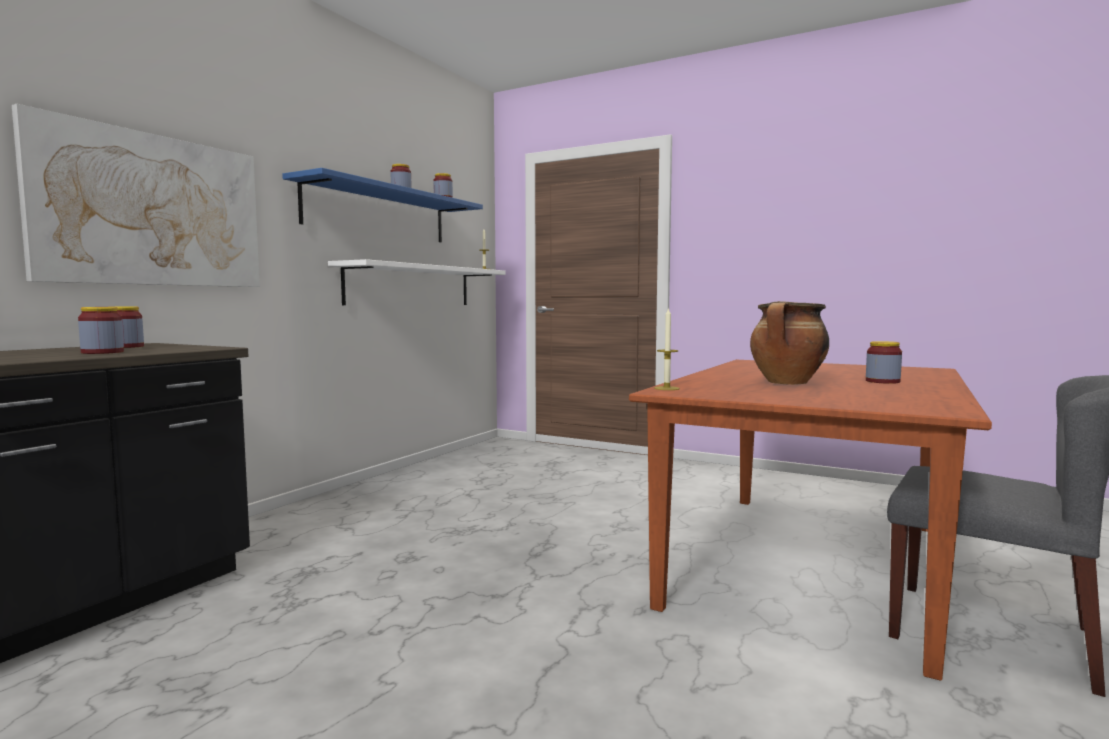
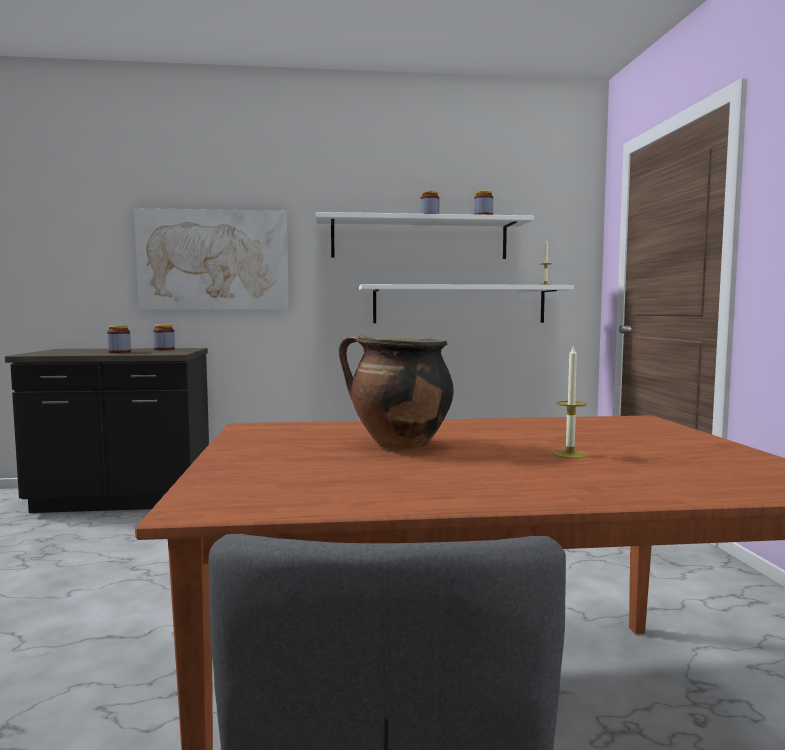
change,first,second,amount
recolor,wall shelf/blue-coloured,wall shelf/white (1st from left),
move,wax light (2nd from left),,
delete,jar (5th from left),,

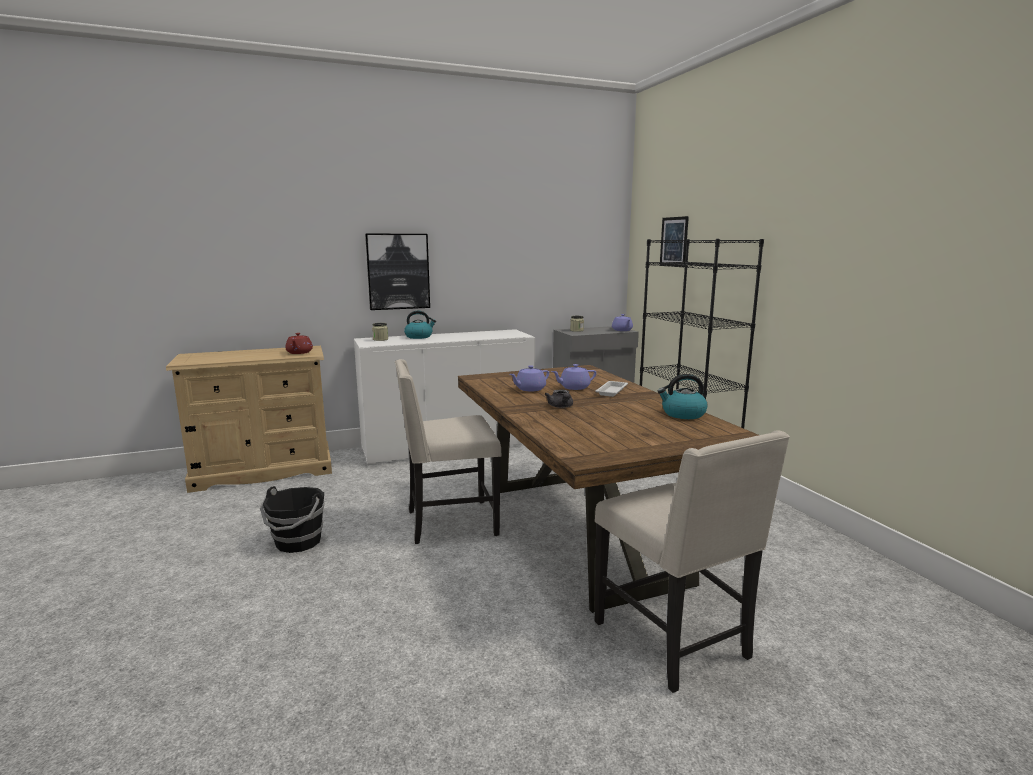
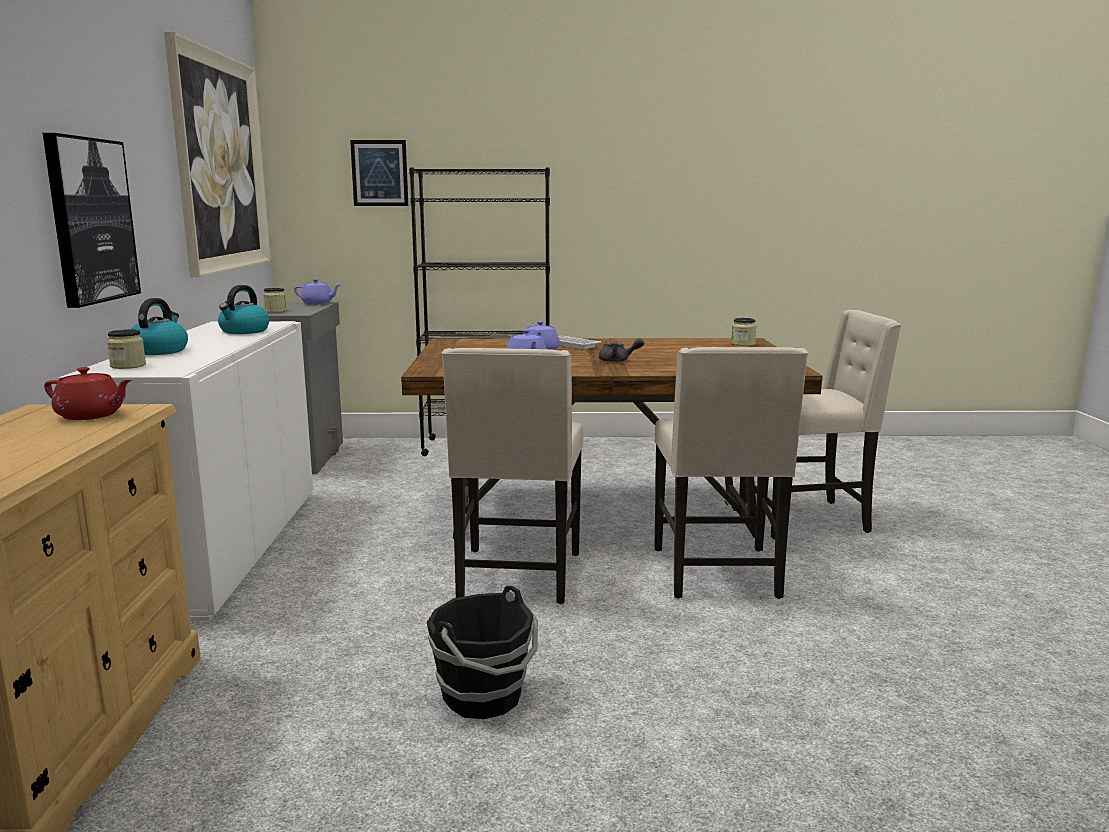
change,first,second,amount
move,tea kettle (2nd from left),,
insert,,wall picture (2nd from left),
insert,,chair/sand-coloured (2nd from left),
insert,,jar (3rd from left),

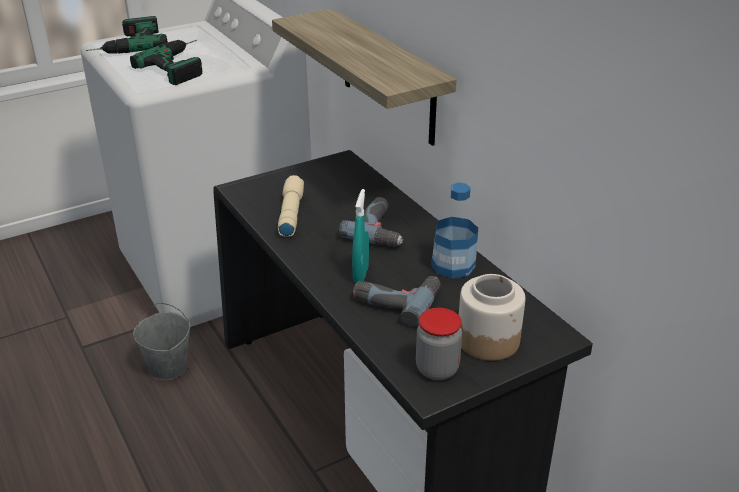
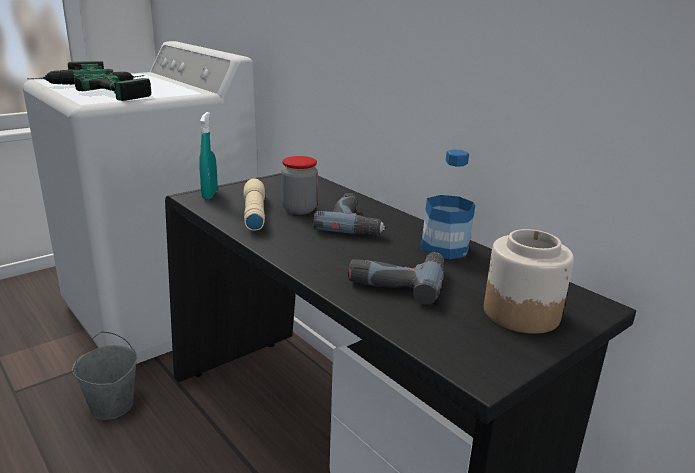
change,first,second,amount
delete,wall shelf,,
move,hand sprayer/turquoise-coloured,,
move,jar (1st from left),,

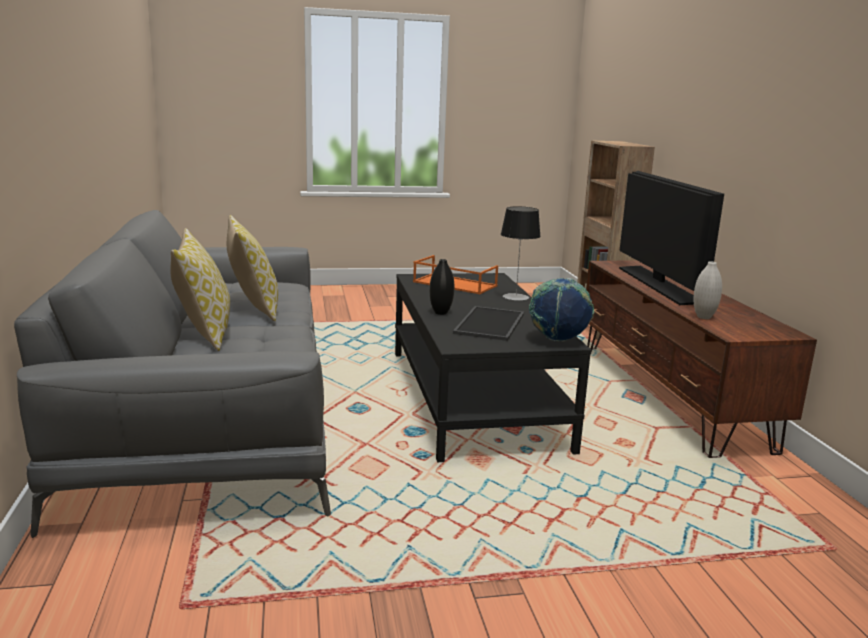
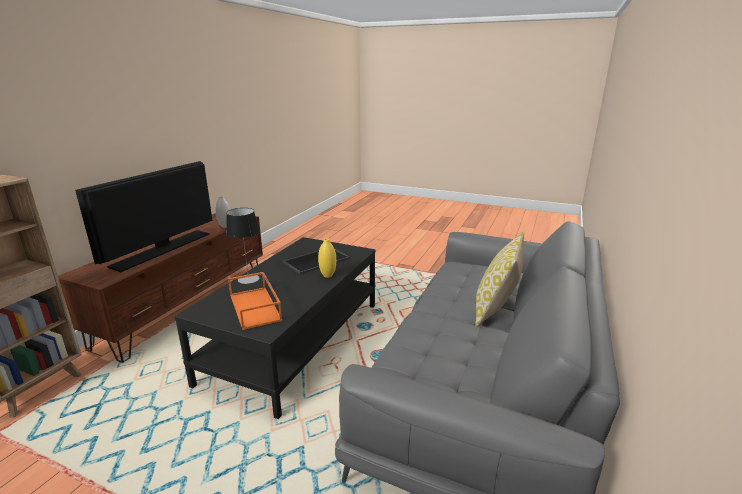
change,first,second,amount
delete,pillow (2nd from left),,
recolor,flower vase/black,flower vase/yellow-coloured,
delete,globe,,

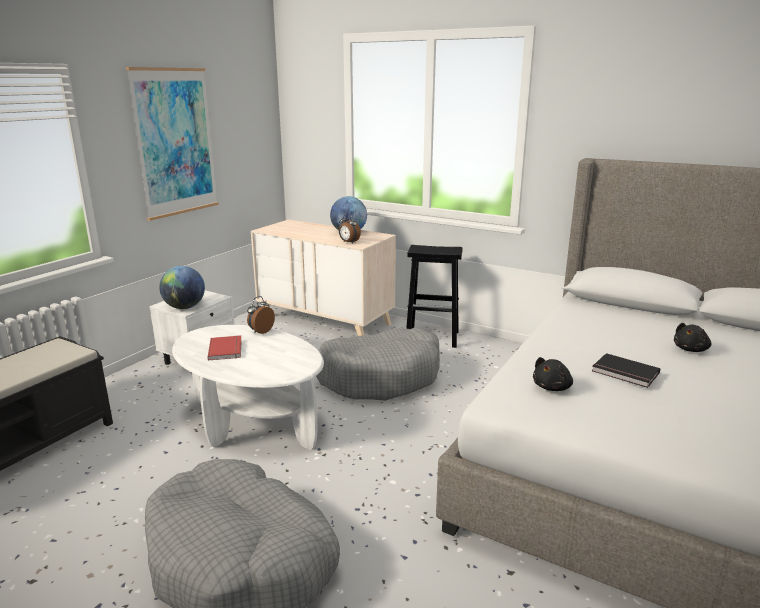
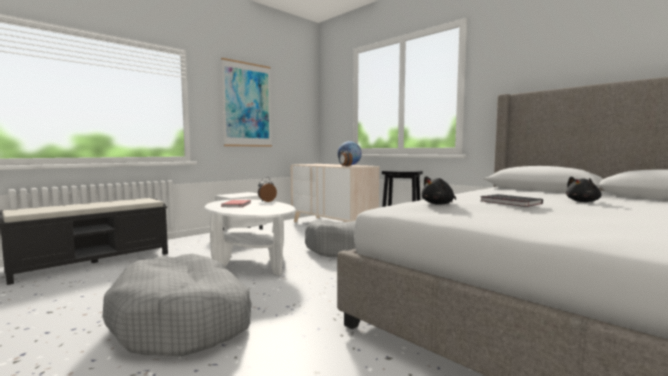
change,first,second,amount
delete,globe (1st from left),,

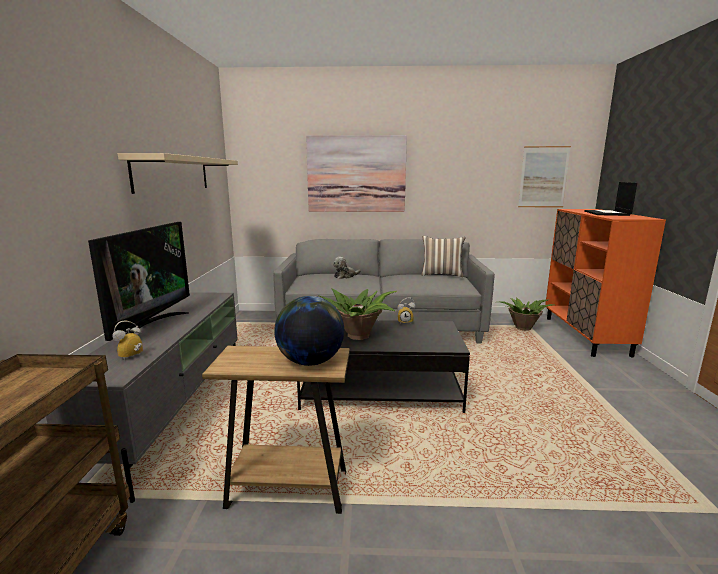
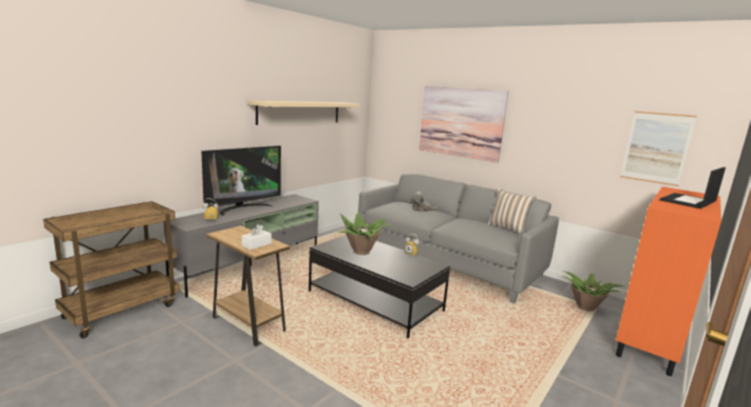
change,first,second,amount
replace,globe,tissue box/white,

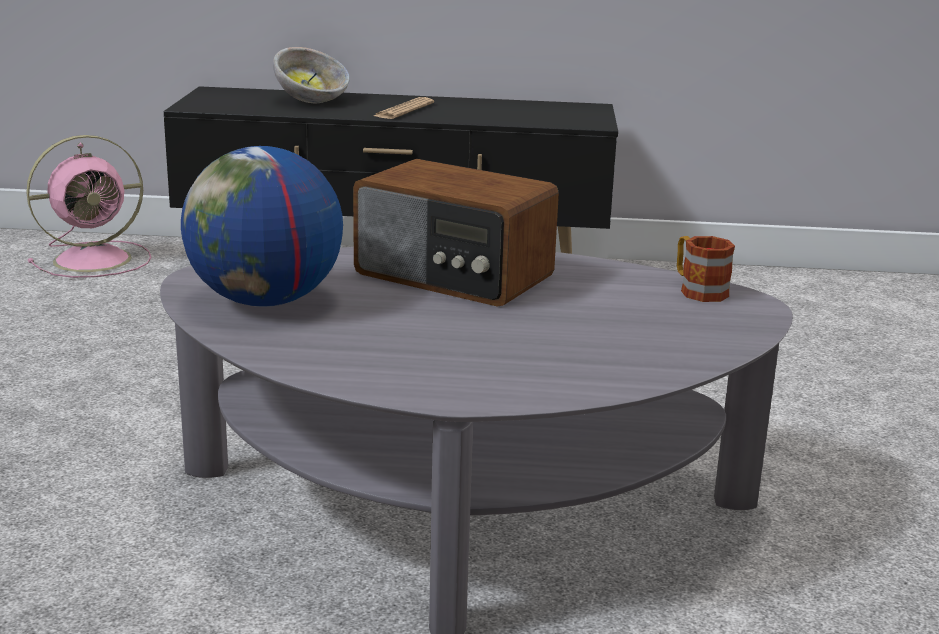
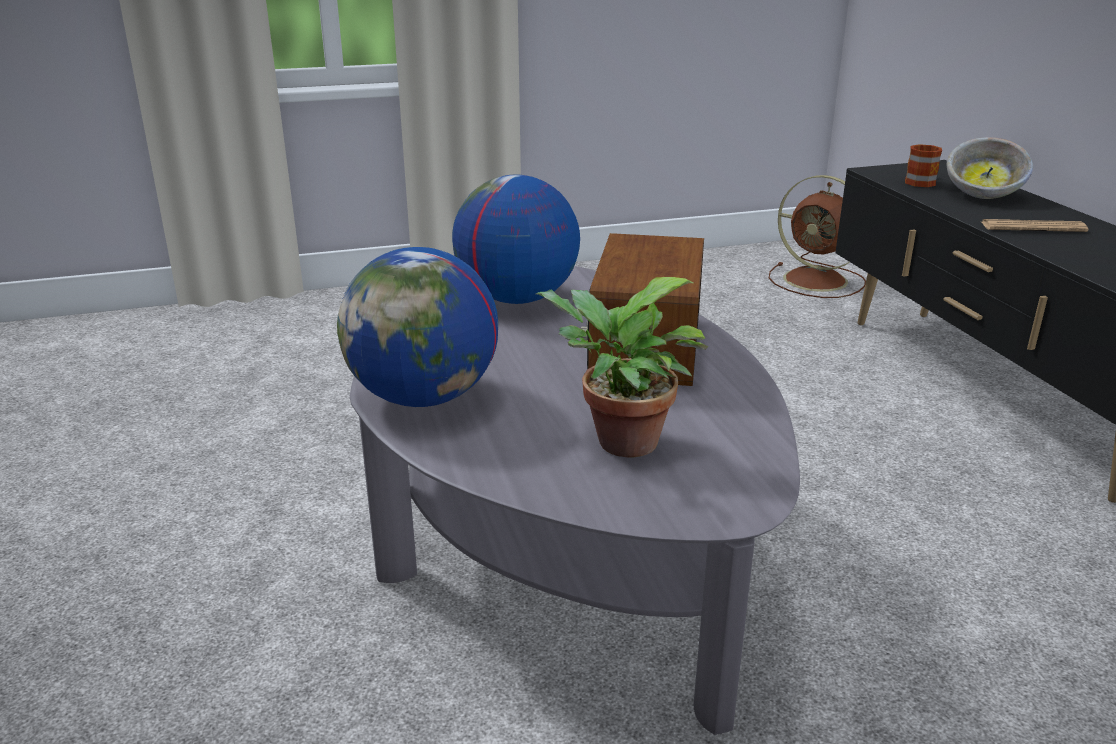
change,first,second,amount
recolor,cooling fan/pink-coloured,cooling fan/brownish,
move,mug,,
insert,,globe (1st from left),
insert,,plant in a pot,

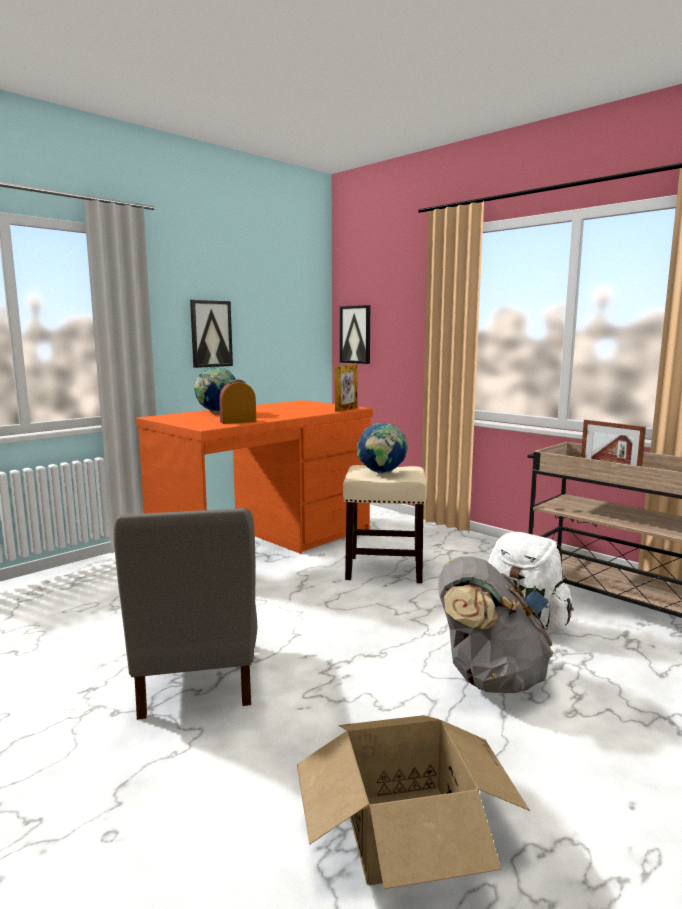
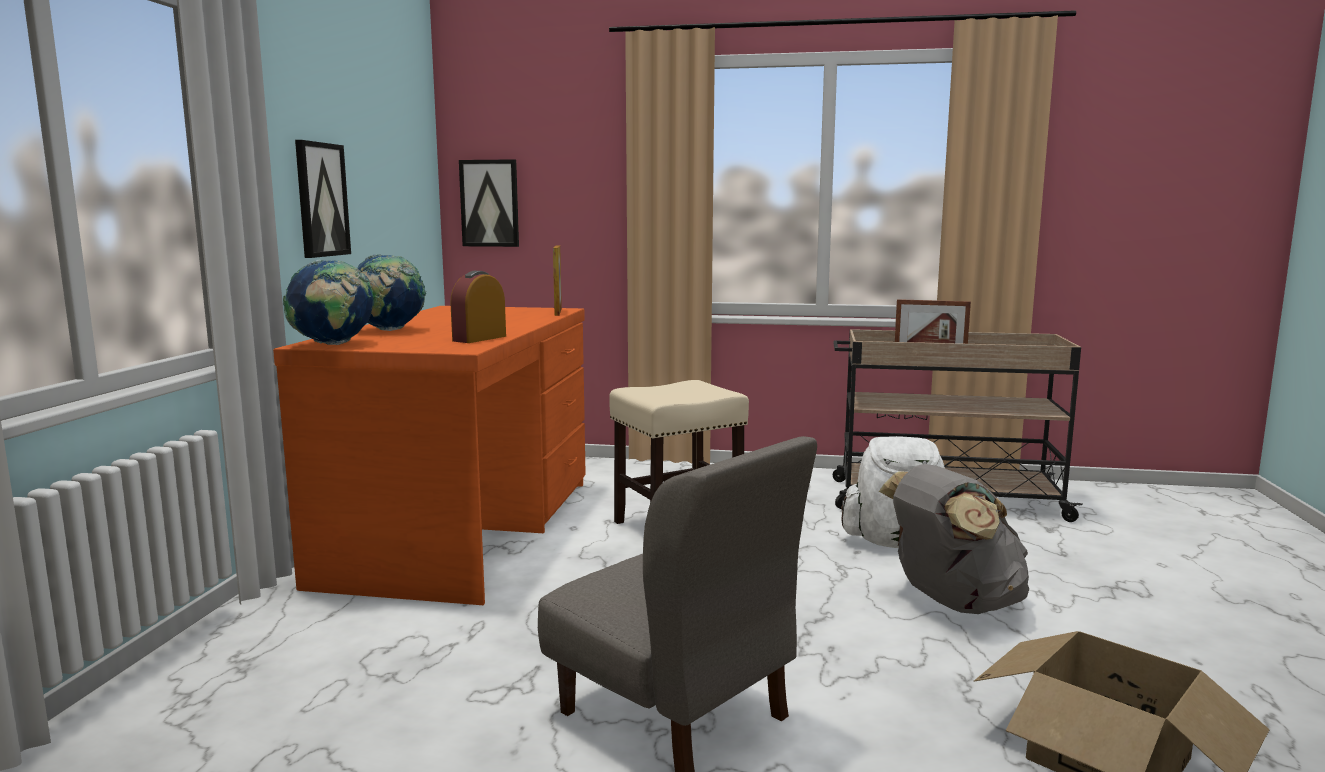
change,first,second,amount
move,globe (2nd from left in the first image),globe (1st from left),

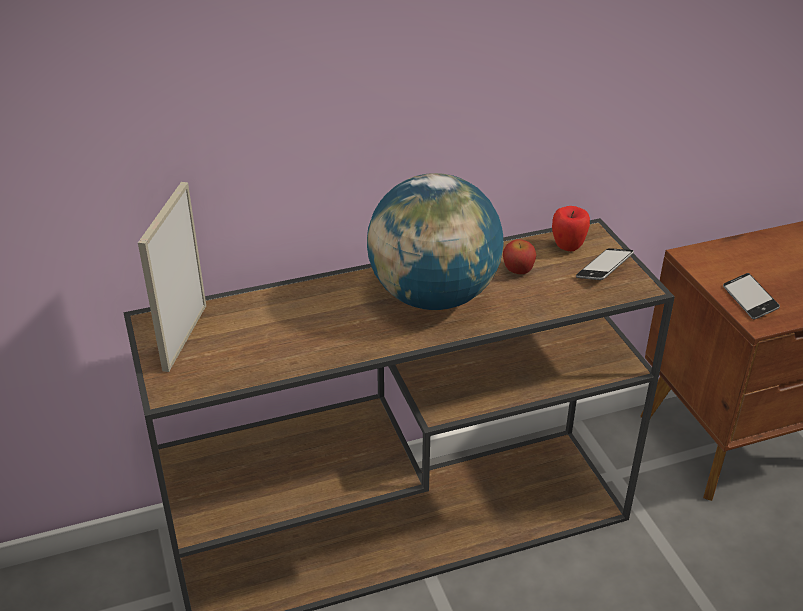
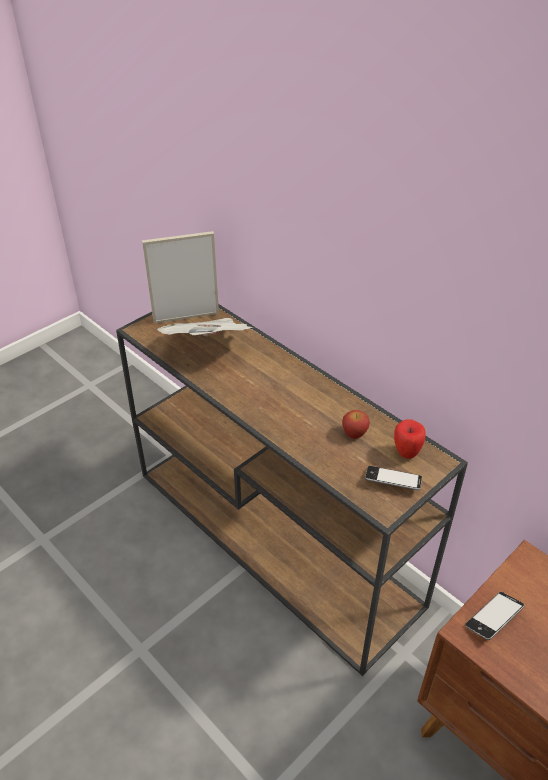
change,first,second,amount
delete,globe,,
insert,,printed paper,

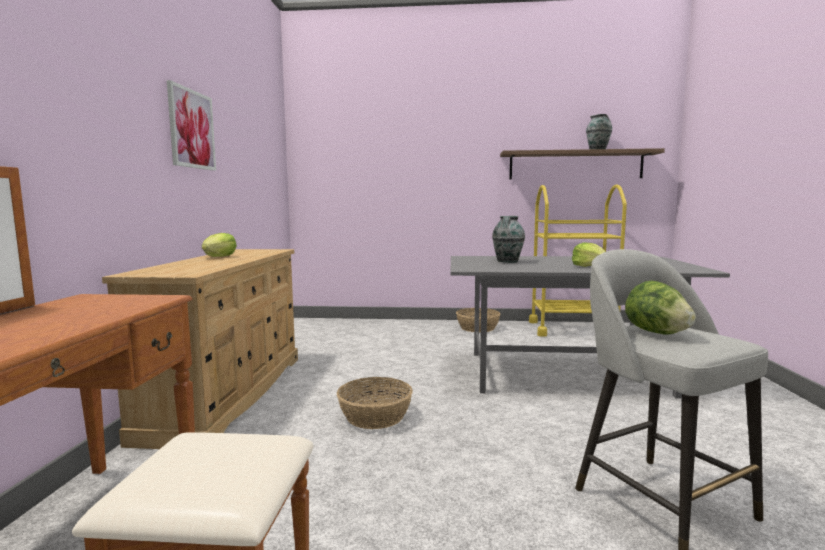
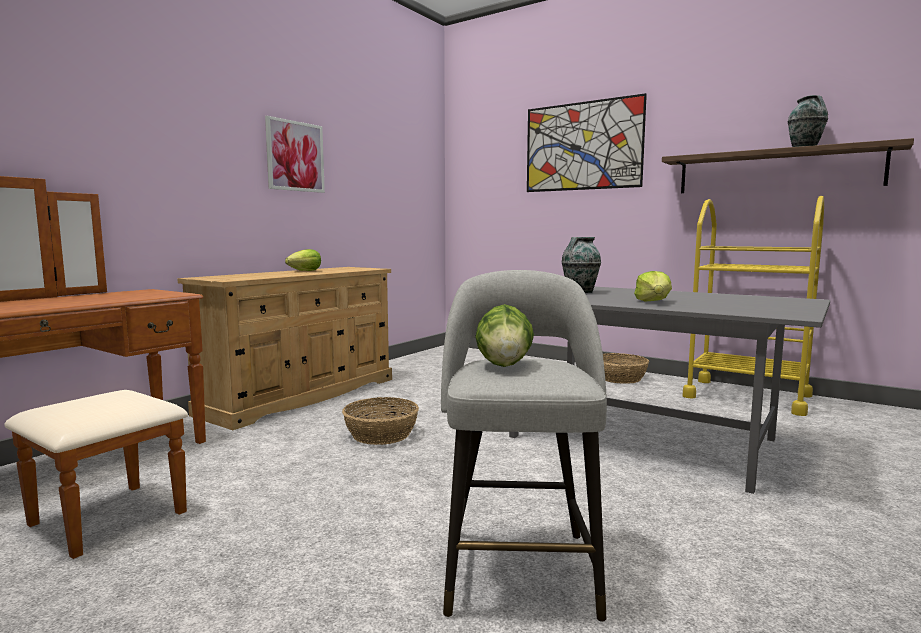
change,first,second,amount
insert,,wall picture (2nd from left),

